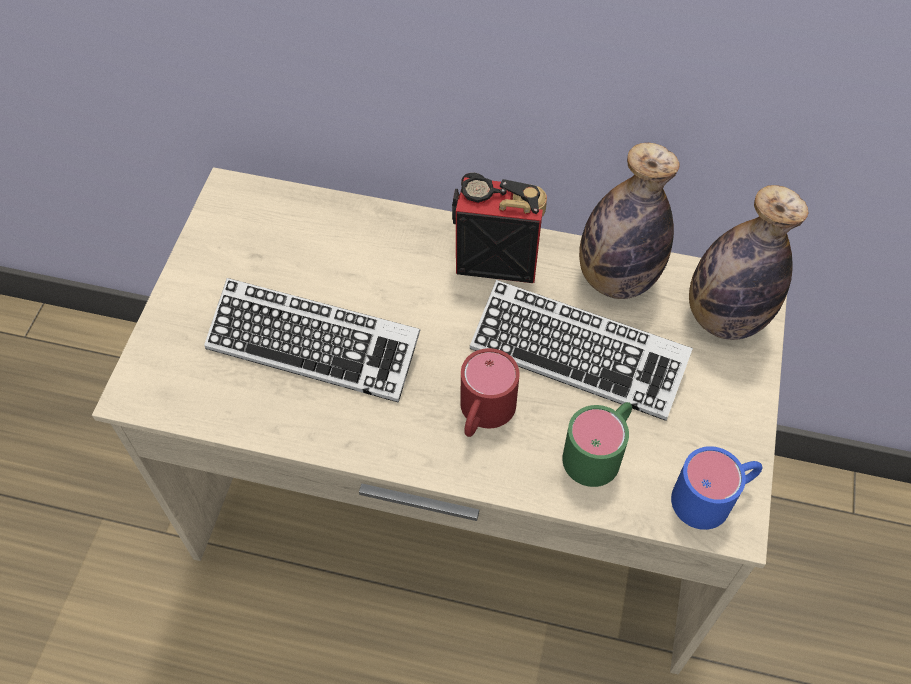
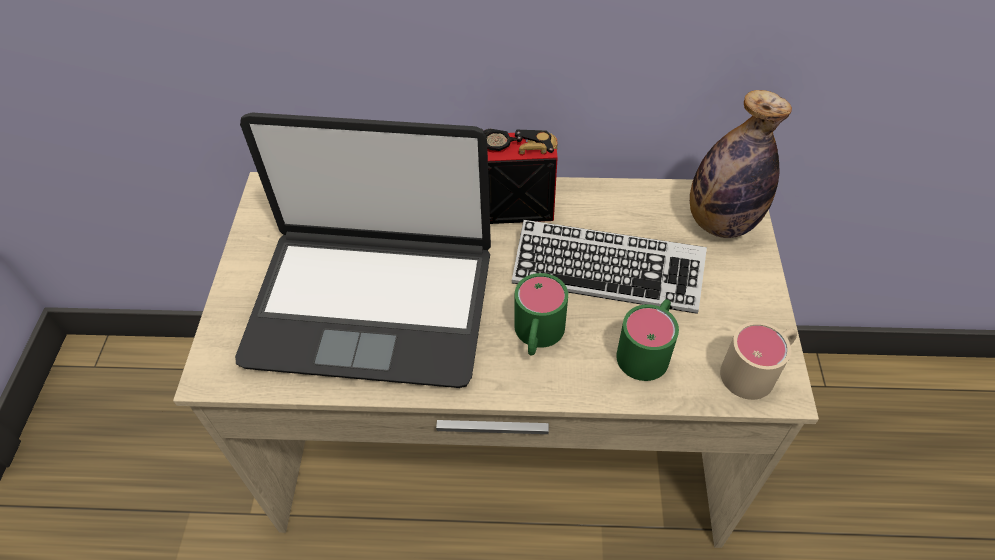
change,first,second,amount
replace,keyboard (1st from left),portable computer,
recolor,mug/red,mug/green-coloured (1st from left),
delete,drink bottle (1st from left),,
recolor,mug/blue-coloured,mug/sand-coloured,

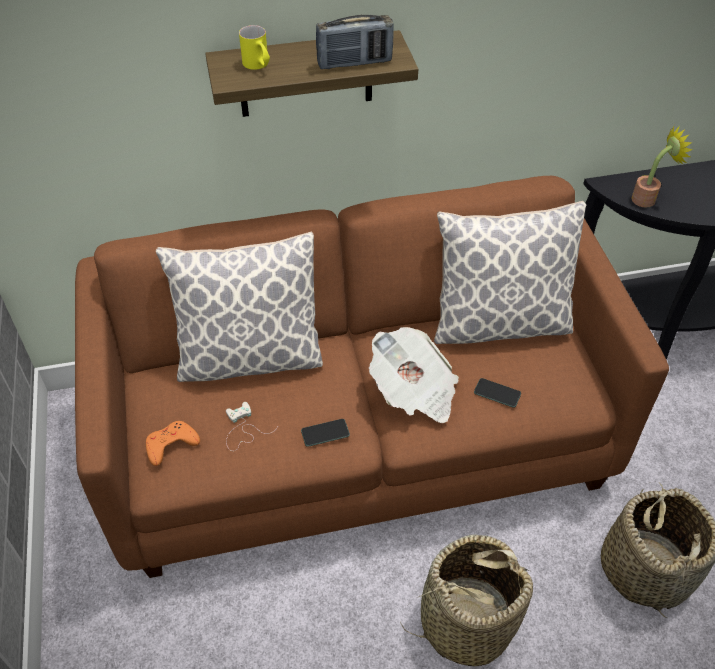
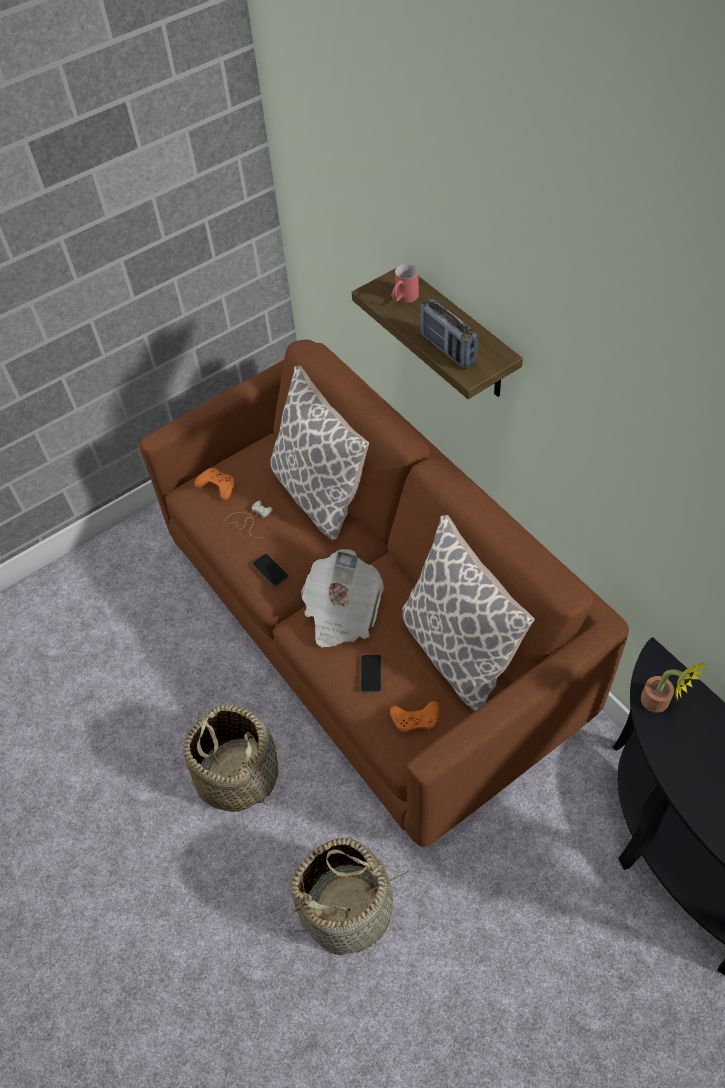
change,first,second,amount
recolor,mug/yellow-coloured,mug/red,
insert,,joypad/orange (2nd from left),

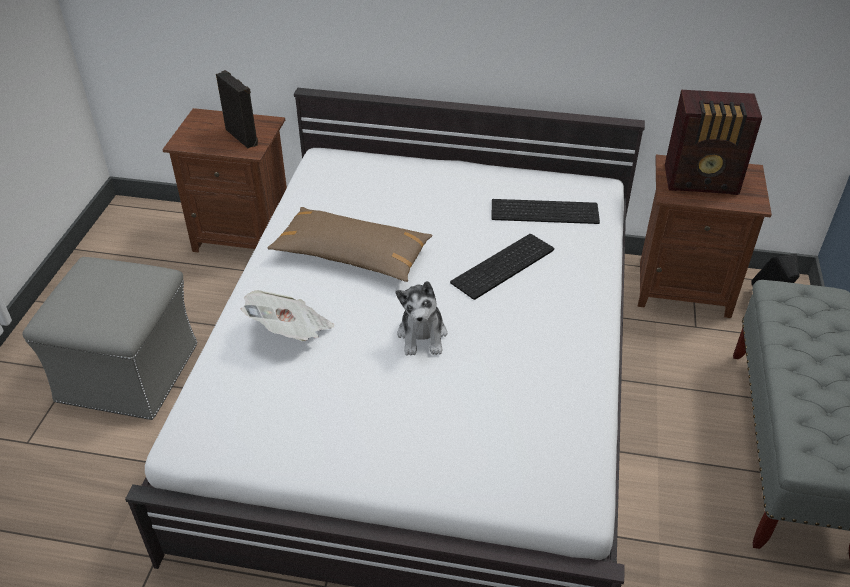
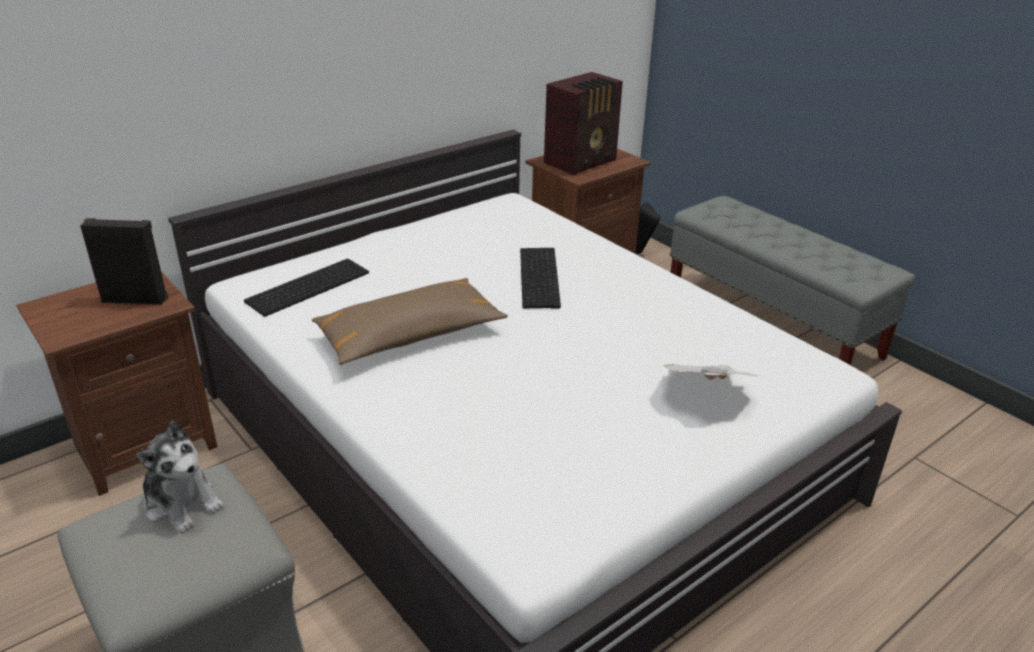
change,first,second,amount
move,printed paper,,
move,cuddly toy,,
move,keyboard (2nd from left in the first image),keyboard (1st from left),

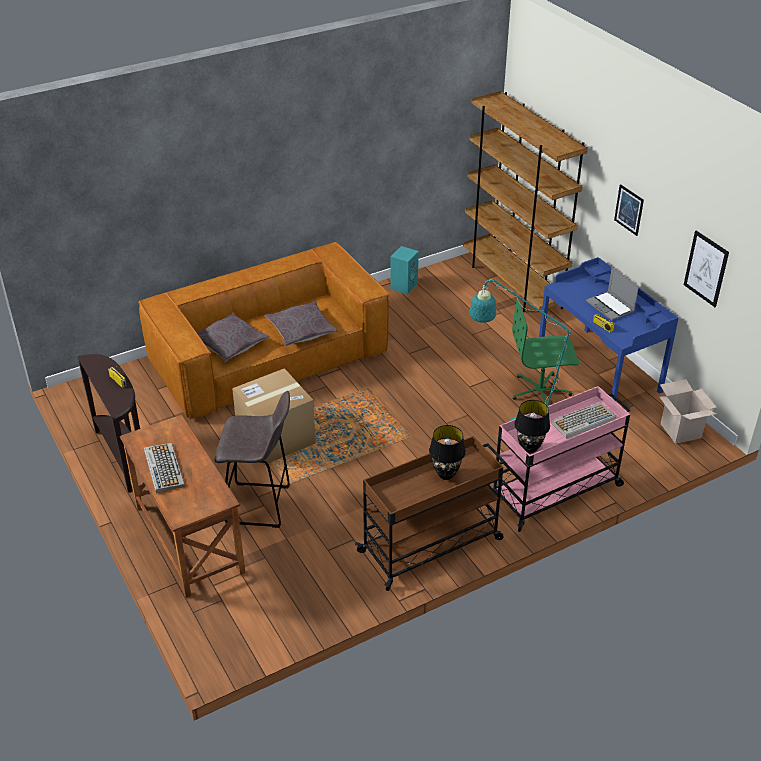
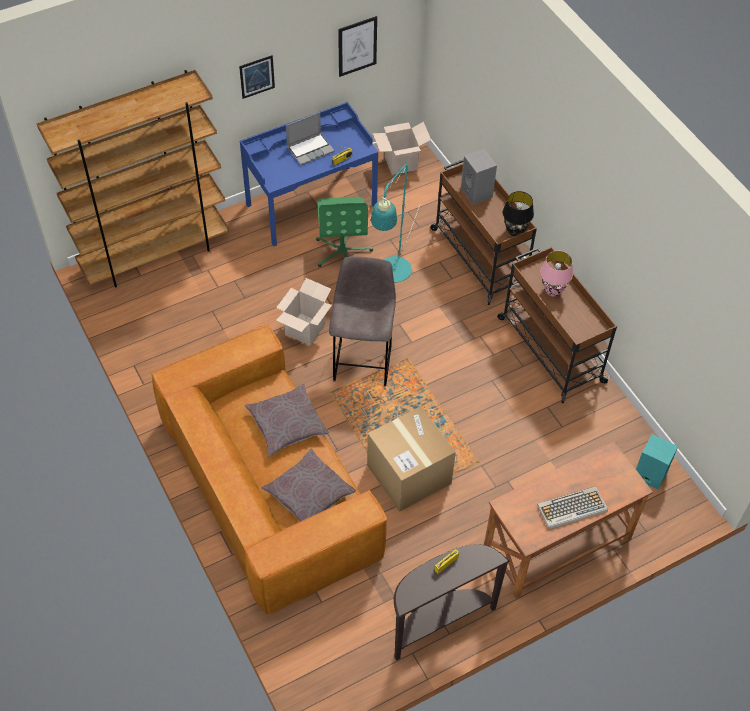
change,first,second,amount
move,stool/gray,,
move,loudspeaker/turquoise-coloured,,
recolor,tabletop lamp/black (1st from left),tabletop lamp/pink-coloured,
recolor,cart/pink-coloured,cart/brownish (1st from left),
replace,keyboard (2nd from left),loudspeaker/gray,
insert,,packing box (1st from left),

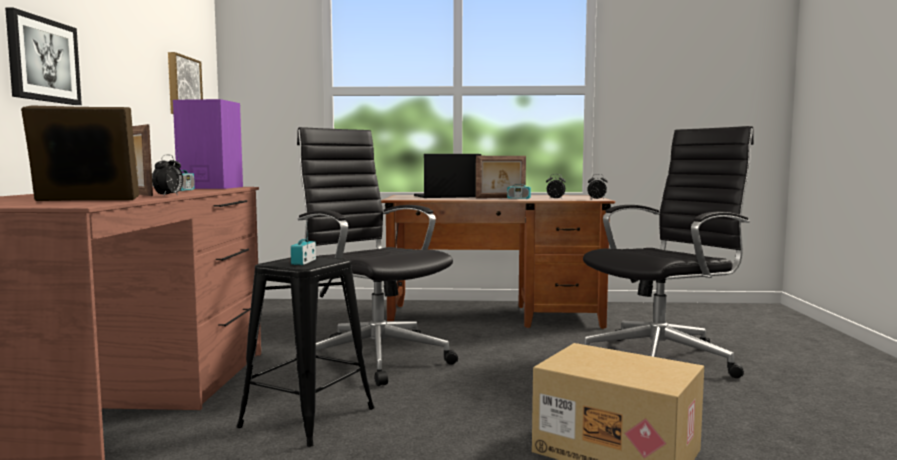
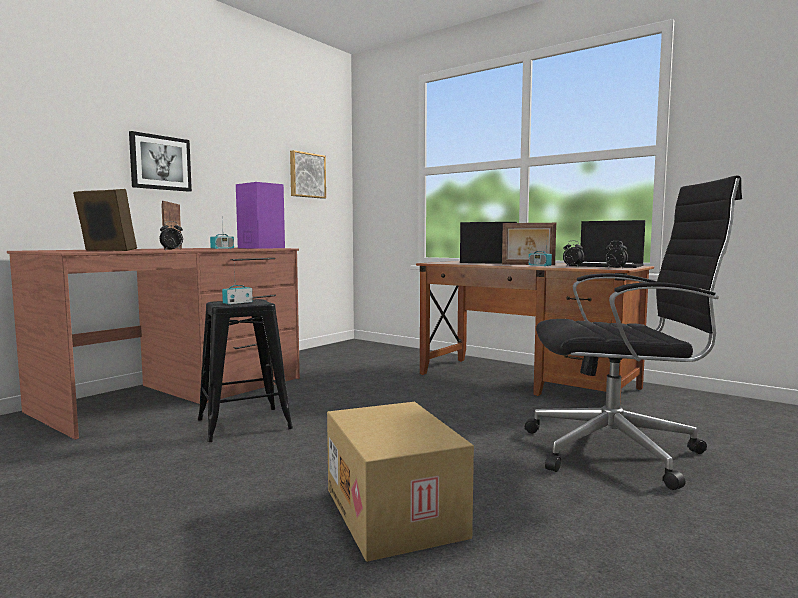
change,first,second,amount
delete,desk chair/black (1st from left),,
insert,,portable computer (2nd from left),

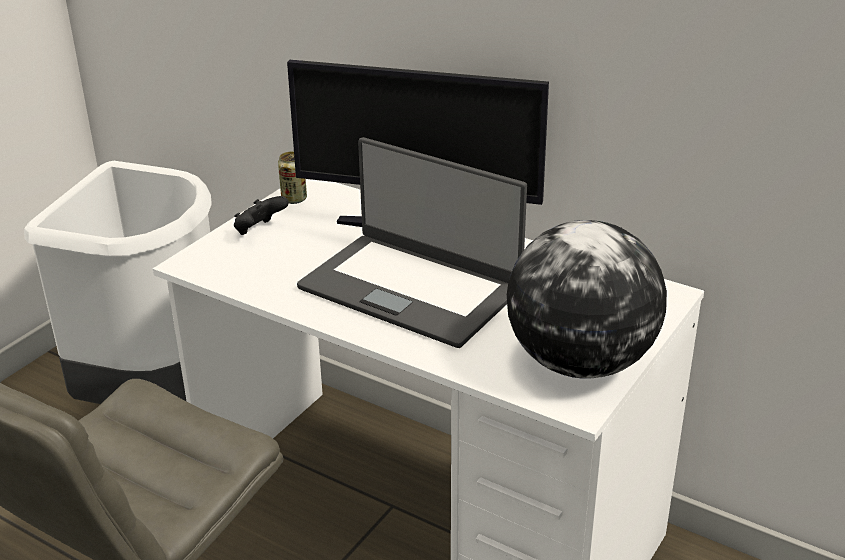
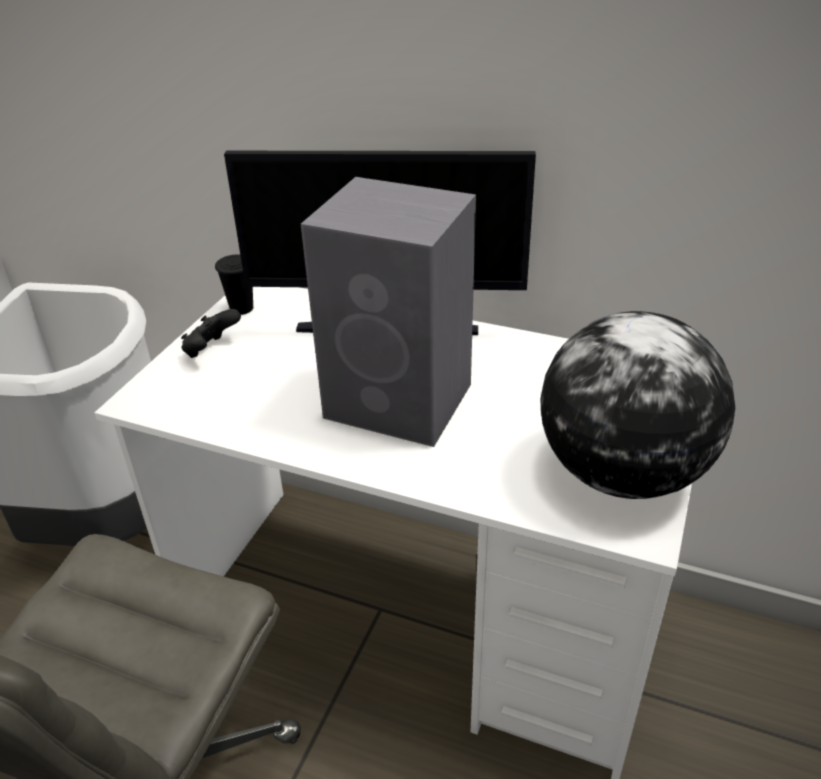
change,first,second,amount
replace,sealed can,small cup/black,
replace,portable computer,loudspeaker/gray,

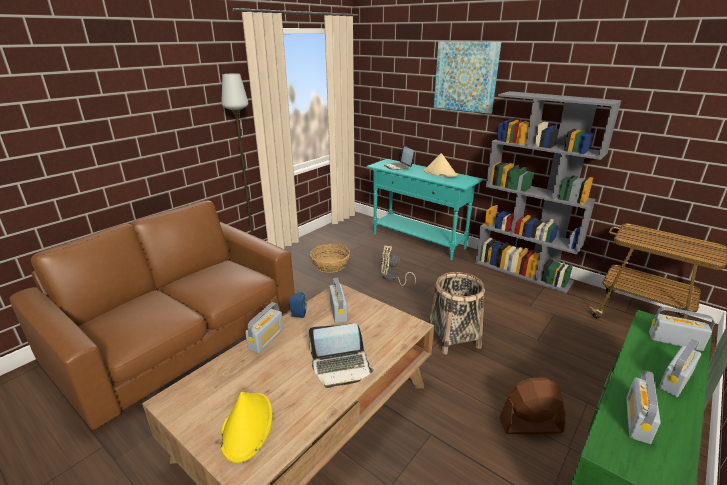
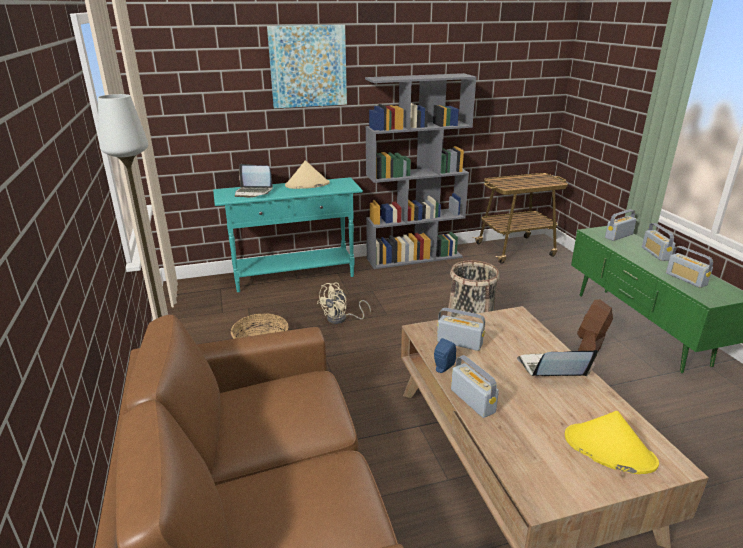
change,first,second,amount
rotate,portable computer (1st from left in the first image),portable computer (2nd from left),120 degrees counterclockwise

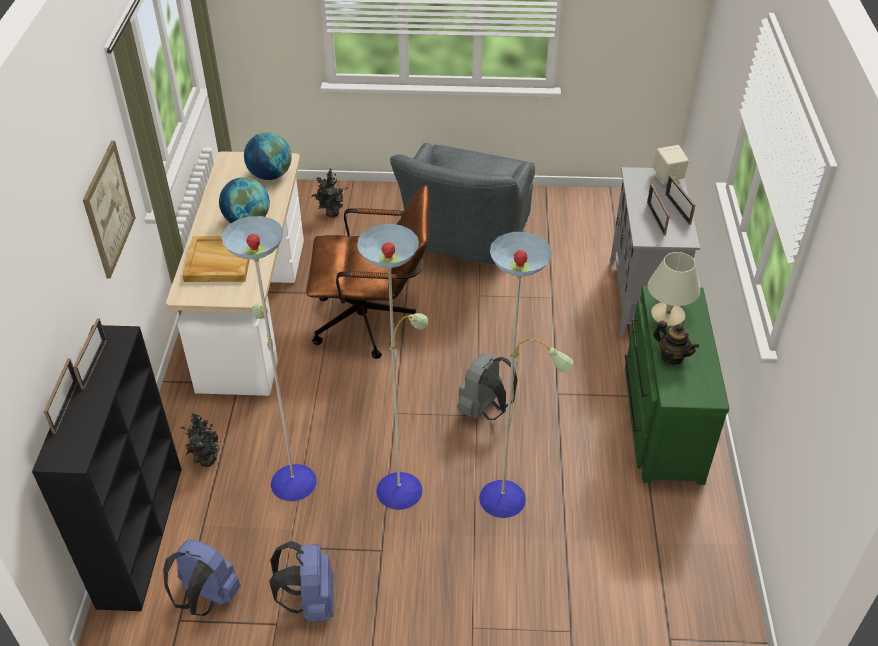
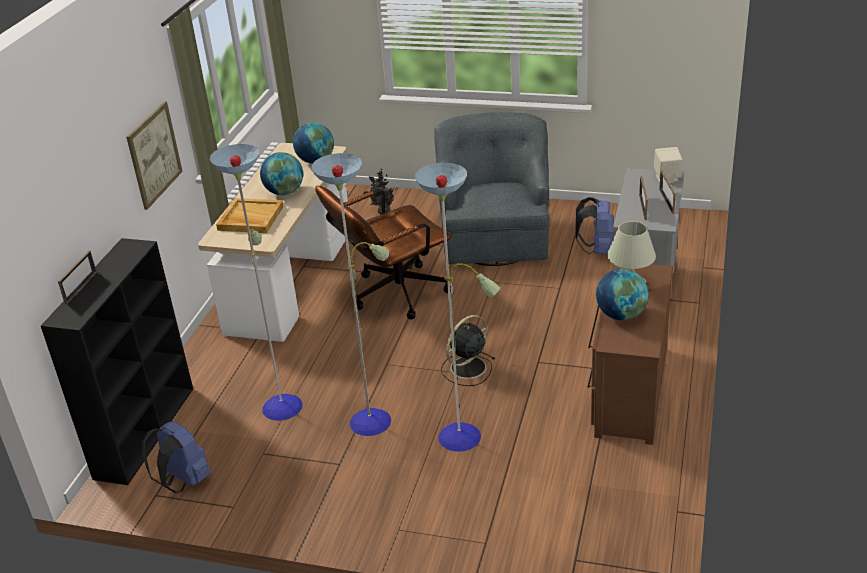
change,first,second,amount
delete,photo frame (2nd from left),,
delete,plant in a pot (1st from left),,
move,rucksack/blue-coloured (2nd from left),,
rotate,desk chair/brownish,,135 degrees clockwise
rotate,easy chair/gray,,150 degrees clockwise
replace,rucksack/gray,cooling fan/black,
recolor,dresser/green-coloured,dresser/brownish,
replace,tea pot,globe (3rd from left),

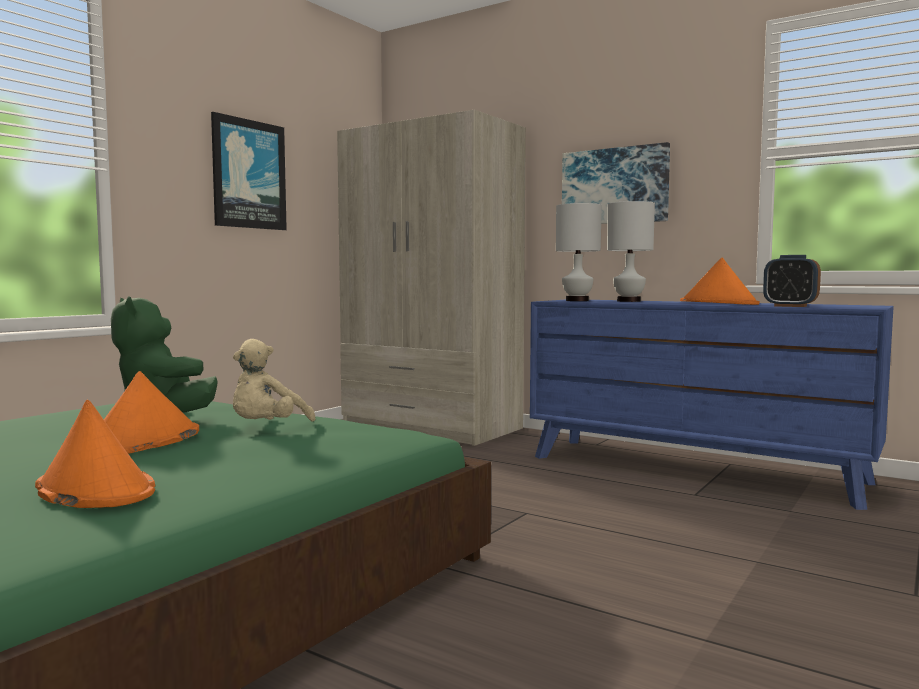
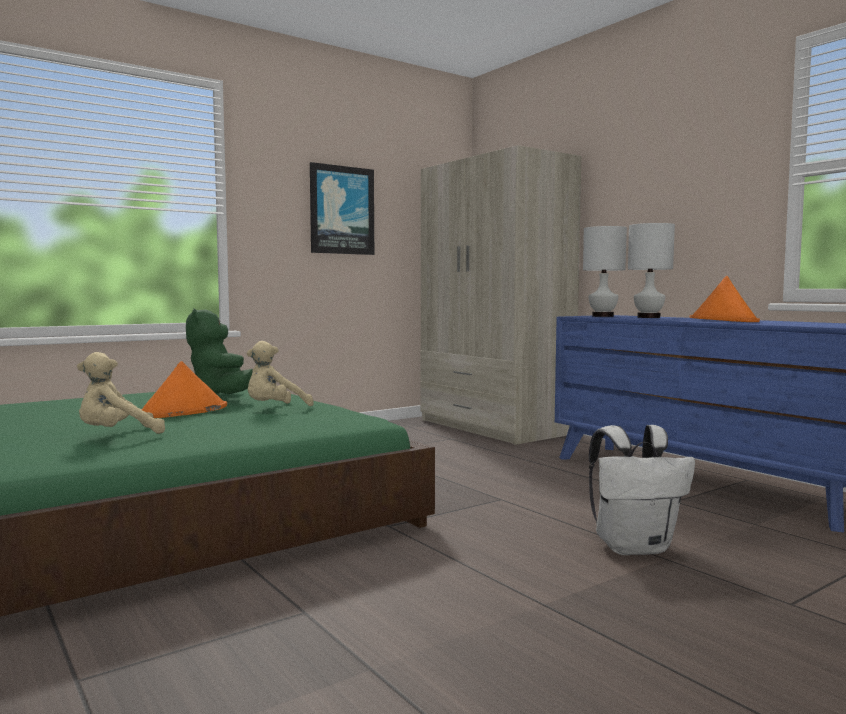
change,first,second,amount
replace,wearable hat/orange (1st from left),cuddly toy/sand-coloured (1st from left),
delete,wall picture (2nd from left),,
delete,bedside clock,,
insert,,rucksack/white,

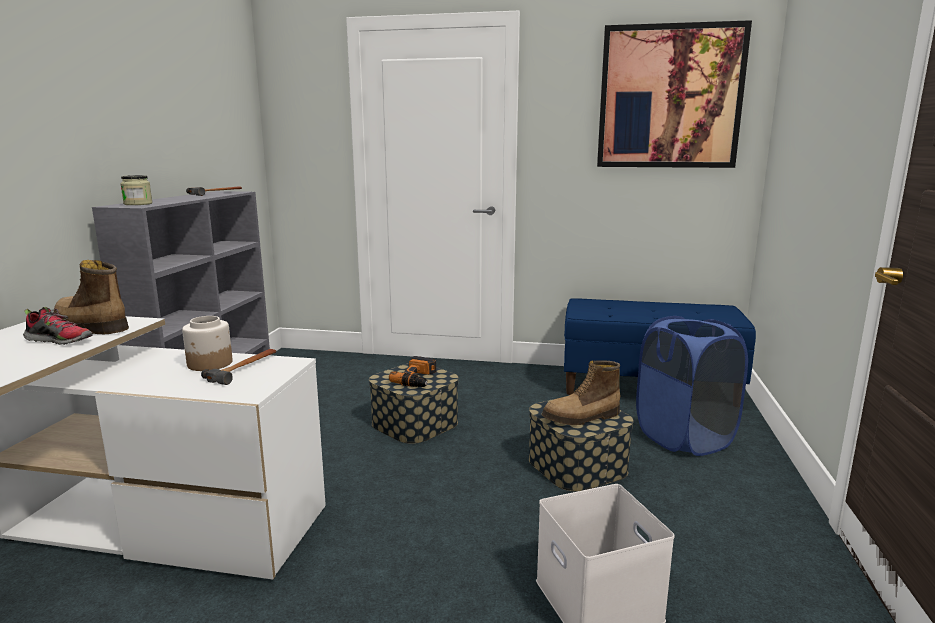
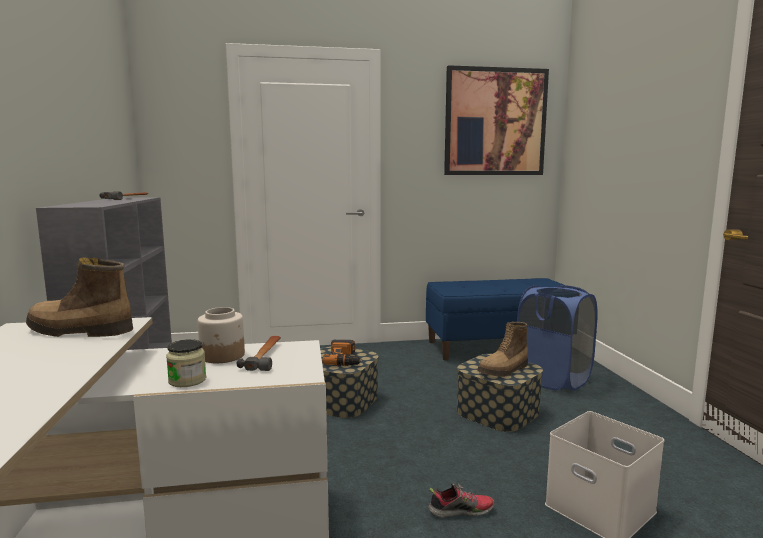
change,first,second,amount
move,shoe,,
move,jar (1st from left),,

